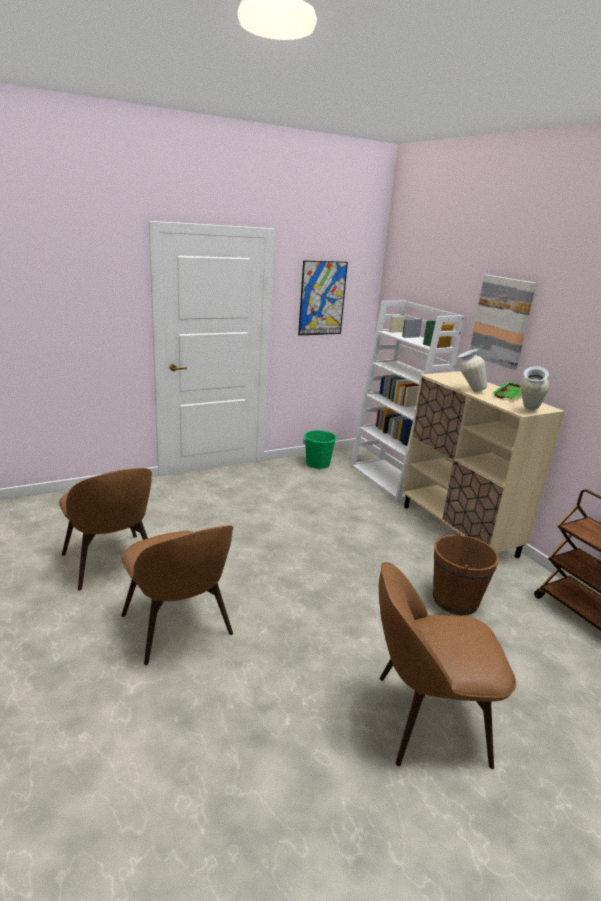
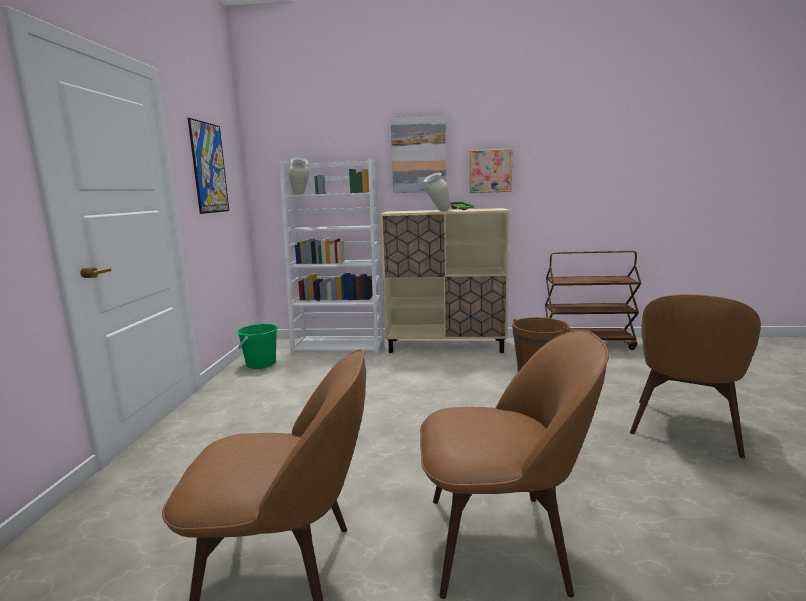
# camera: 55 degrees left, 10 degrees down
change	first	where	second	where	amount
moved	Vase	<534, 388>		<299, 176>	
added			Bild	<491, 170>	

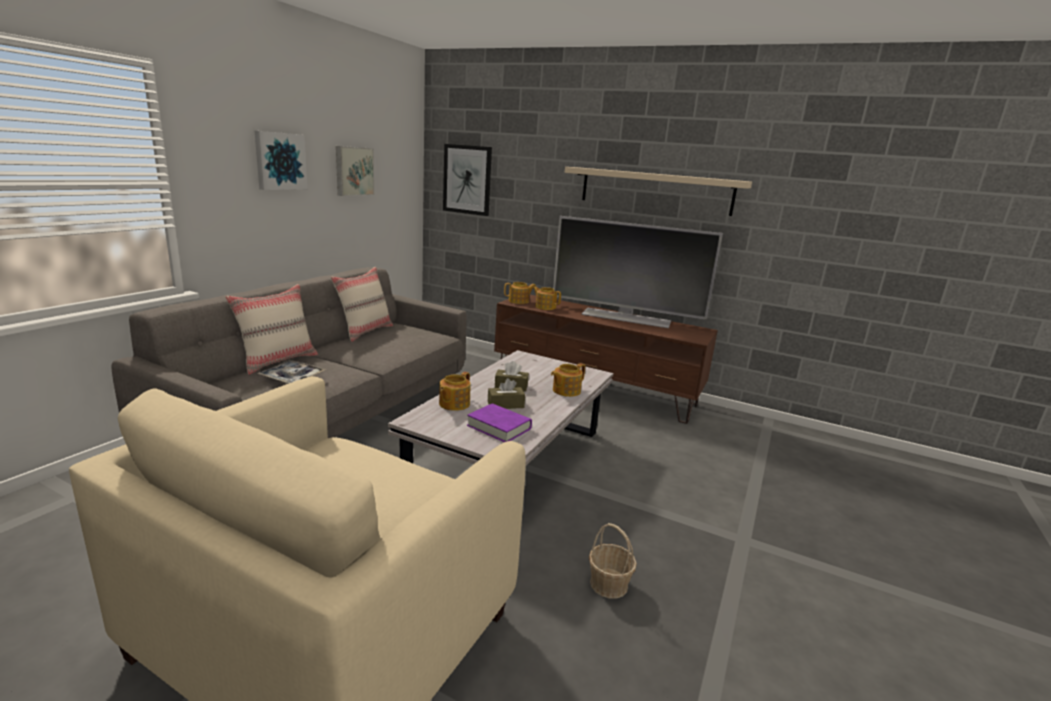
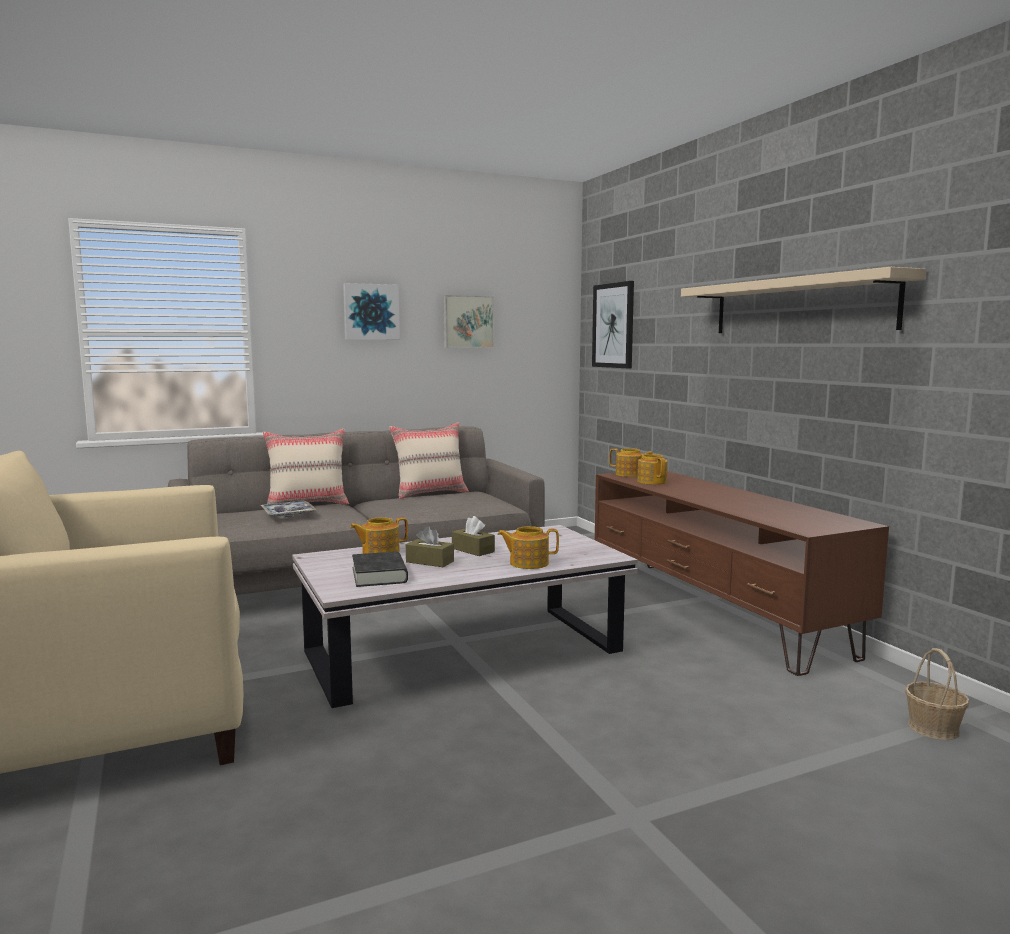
# camera: 40 degrees right, 10 degrees down
change	first	where	second	where	amount
recoloured	Buch [lila]	<499, 422>	Buch [schwarz]	<380, 569>	
removed	Fernseher	<638, 272>			
moved	Korb	<613, 561>		<937, 694>	

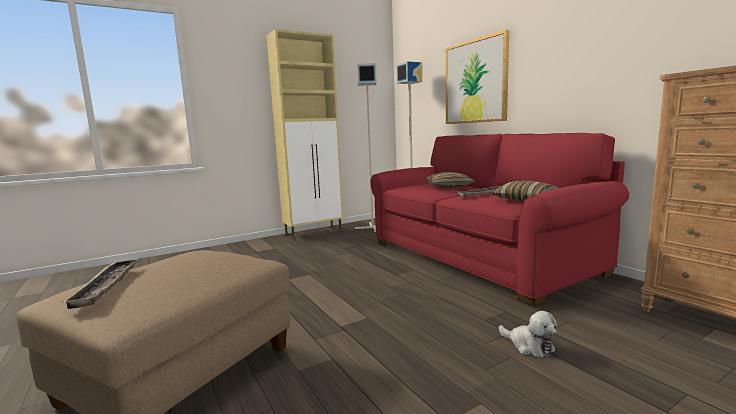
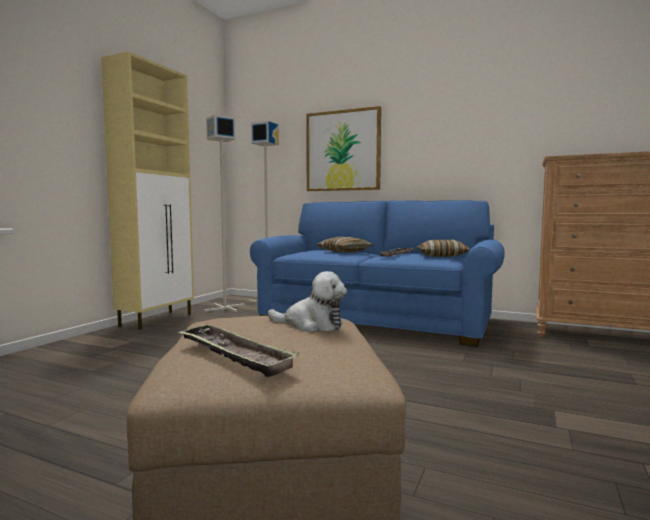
# camera: 35 degrees left, 5 degrees down
change	first	where	second	where	amount
recoloured	Sofa [rot]	<499, 220>	Sofa [blau]	<377, 273>	
moved	Plüschtier	<528, 334>		<307, 301>	

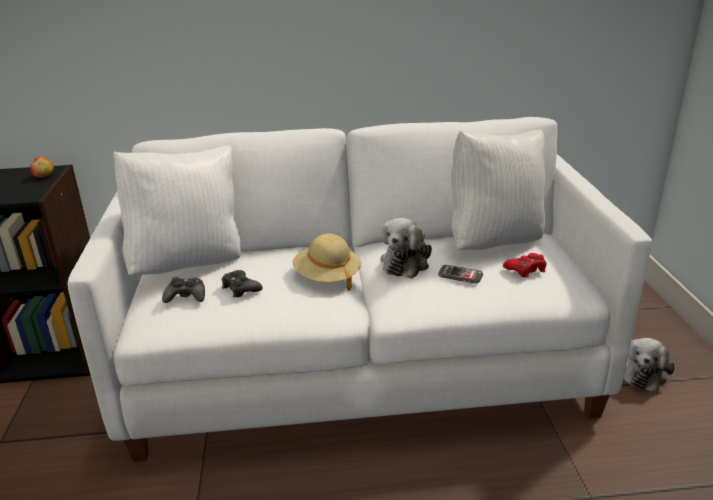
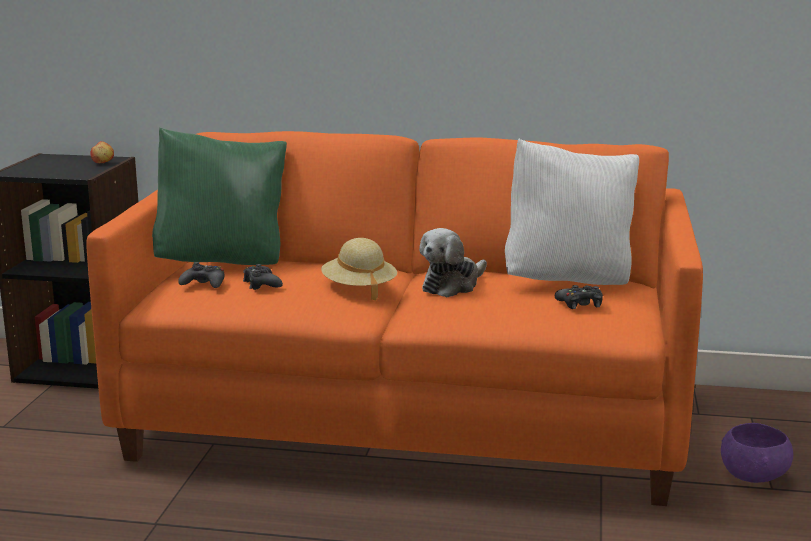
# camera: 15 degrees right, 10 degrees down
change	first	where	second	where	amount
recoloured	Sofa [weiß]	<360, 289>	Sofa [orange]	<395, 318>	
recoloured	Kissen [weiß]	<177, 210>	Kissen [grün]	<219, 196>	
removed	Handy	<460, 274>			
recoloured	Gamepad [rot]	<524, 265>	Gamepad [schwarz]	<579, 297>	
replaced	Plüschtier	<649, 365>	Schüssel [lila]	<757, 453>	

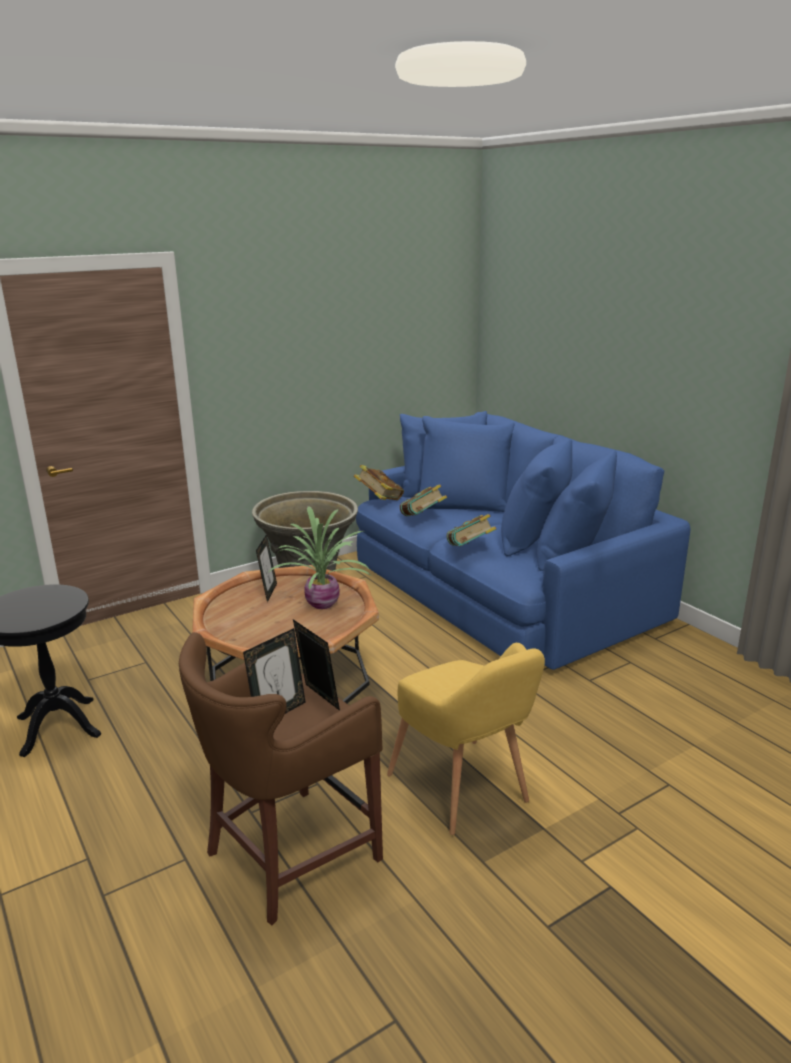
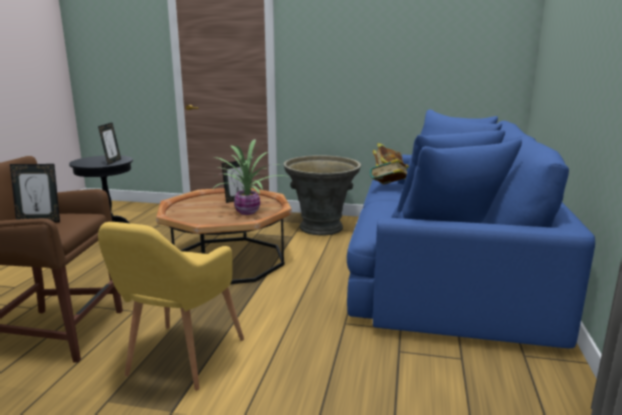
# camera: 45 degrees right, 5 degrees down
change	first	where	second	where	amount
moved	Bilderrahmen	<316, 665>		<109, 144>	
removed	Buch	<471, 530>			

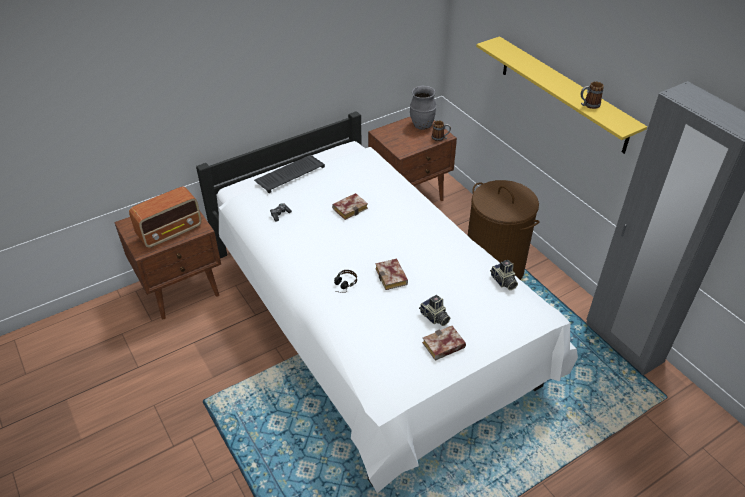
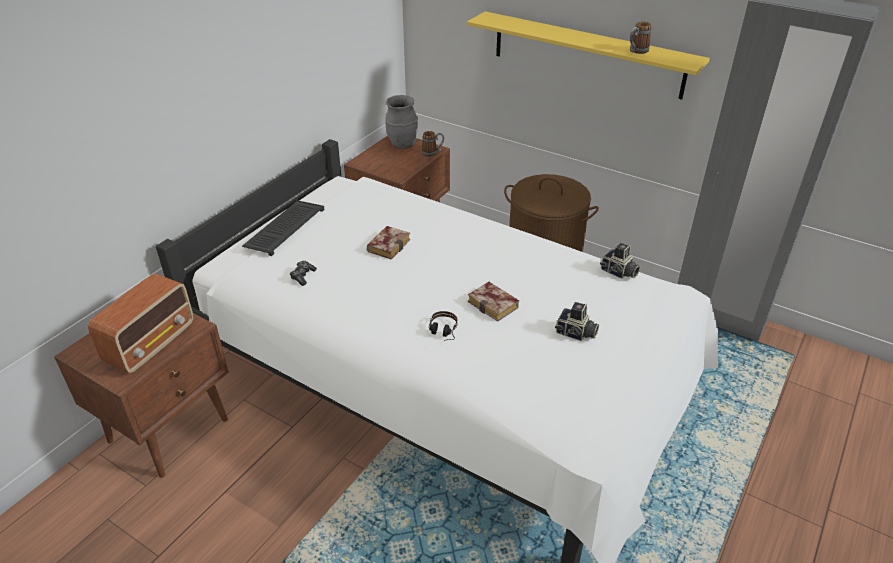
# camera: 25 degrees left, 5 degrees down
change	first	where	second	where	amount
removed	Buch	<444, 343>			

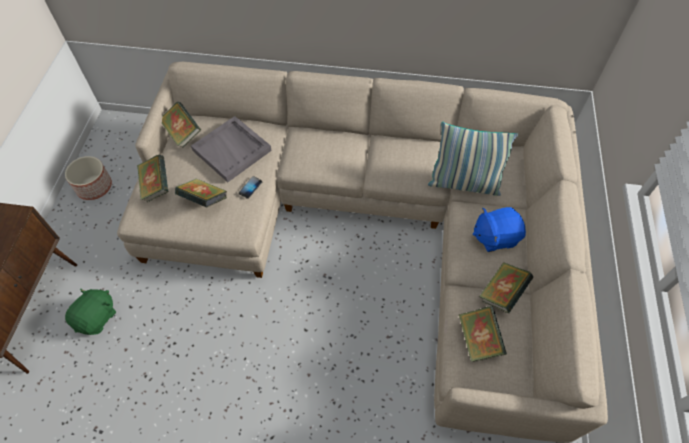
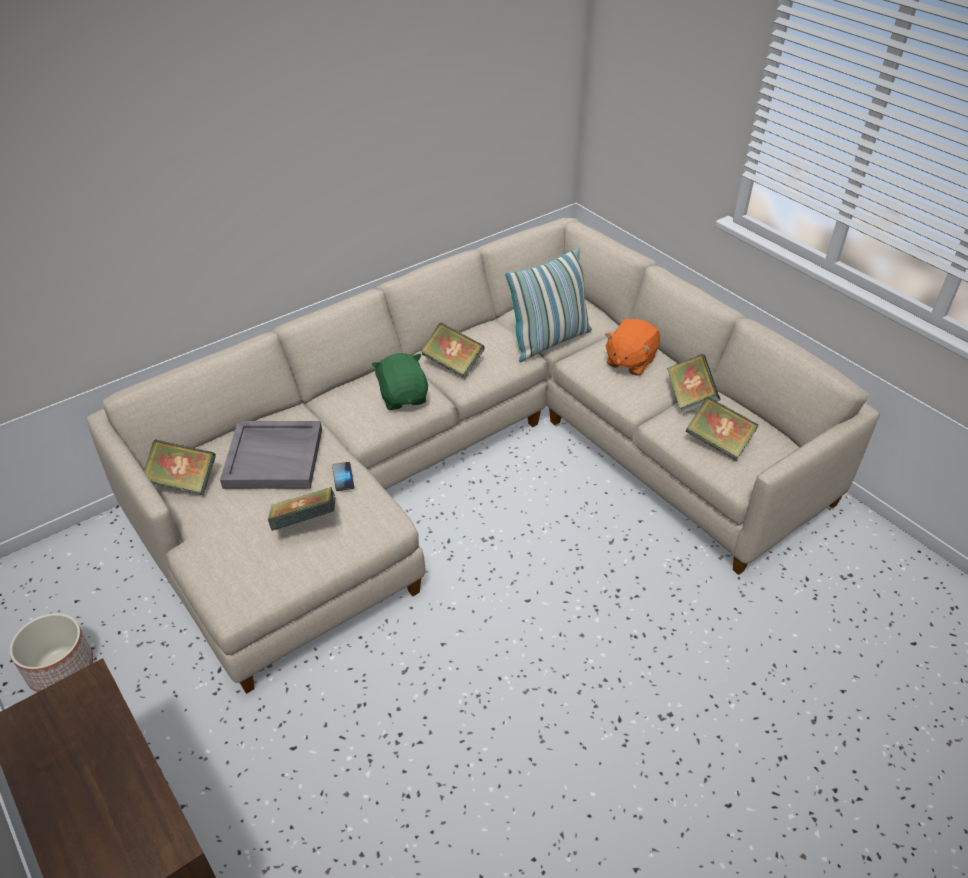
# camera: 45 degrees left, 15 degrees down
change	first	where	second	where	amount
moved	Plüschtier [grün]	<90, 311>		<400, 381>	
moved	Buch	<153, 179>		<453, 351>	
recoloured	Plüschtier [blau]	<499, 229>	Plüschtier [orange]	<632, 347>	

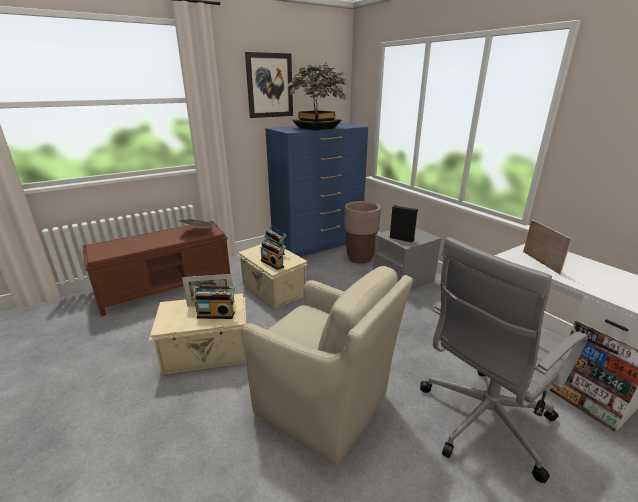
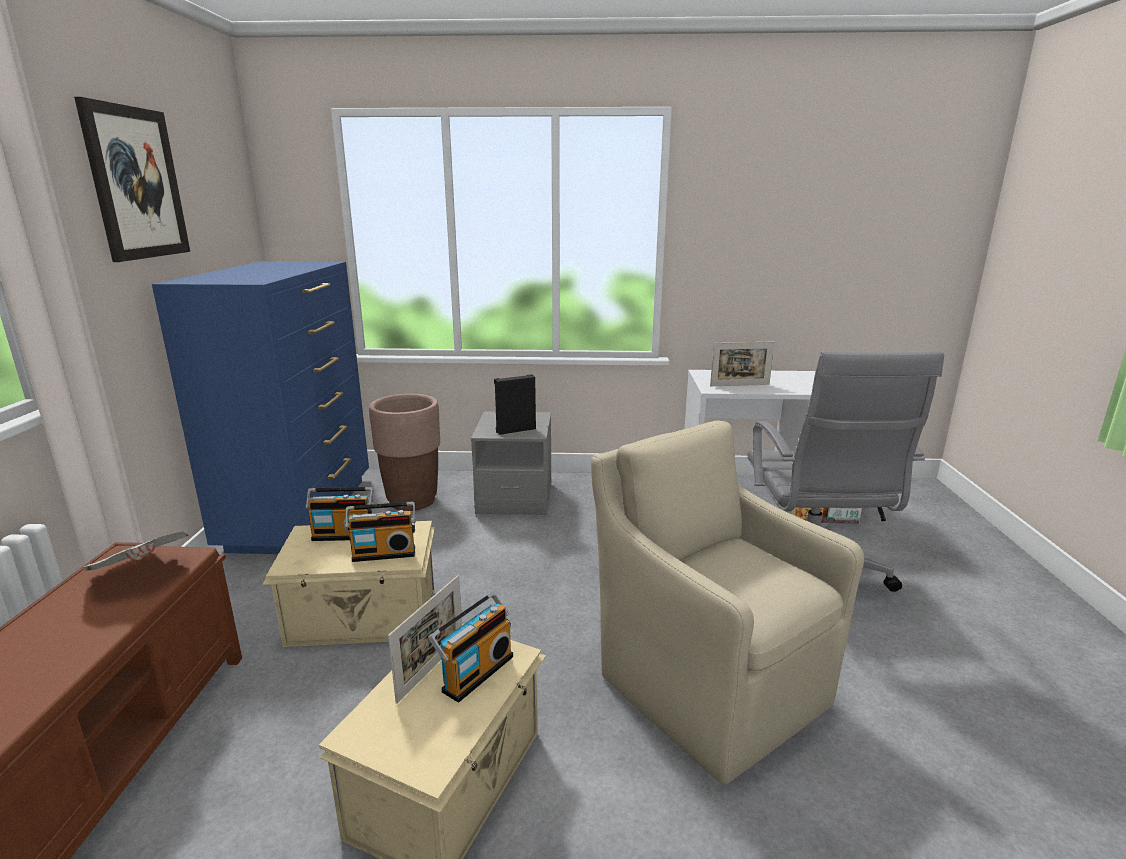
# camera: 55 degrees left, 5 degrees down
change	first	where	second	where	amount
turned	Sessel [beige]	<327, 365>		<727, 602>	105 degrees counterclockwise
removed	Topfpflanze	<317, 97>			
turned	Bilderrahmen	<547, 247>		<742, 364>	150 degrees clockwise

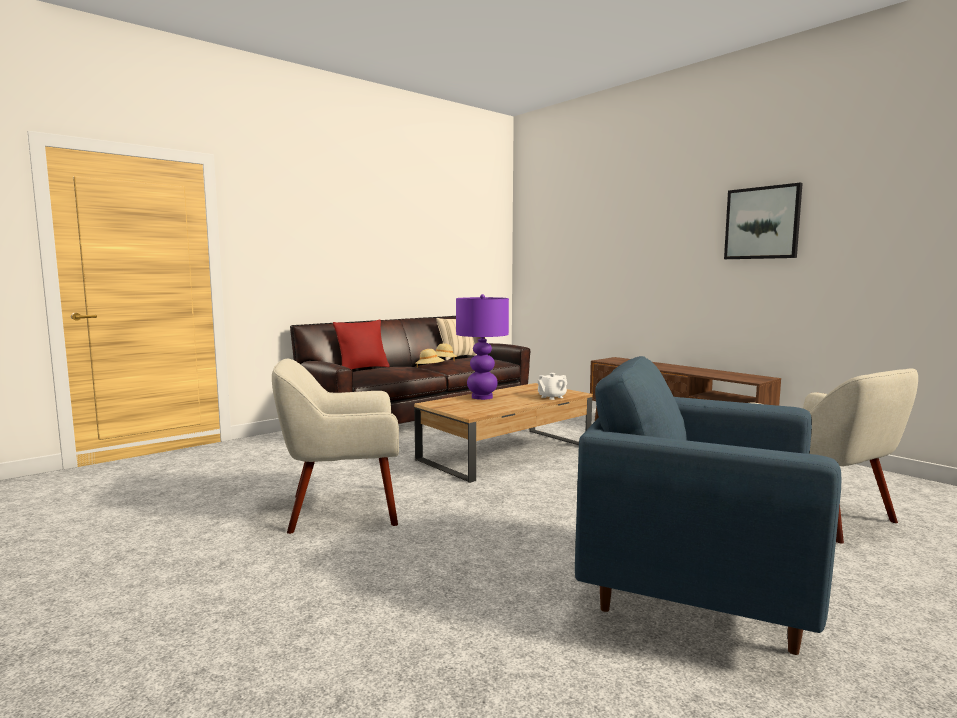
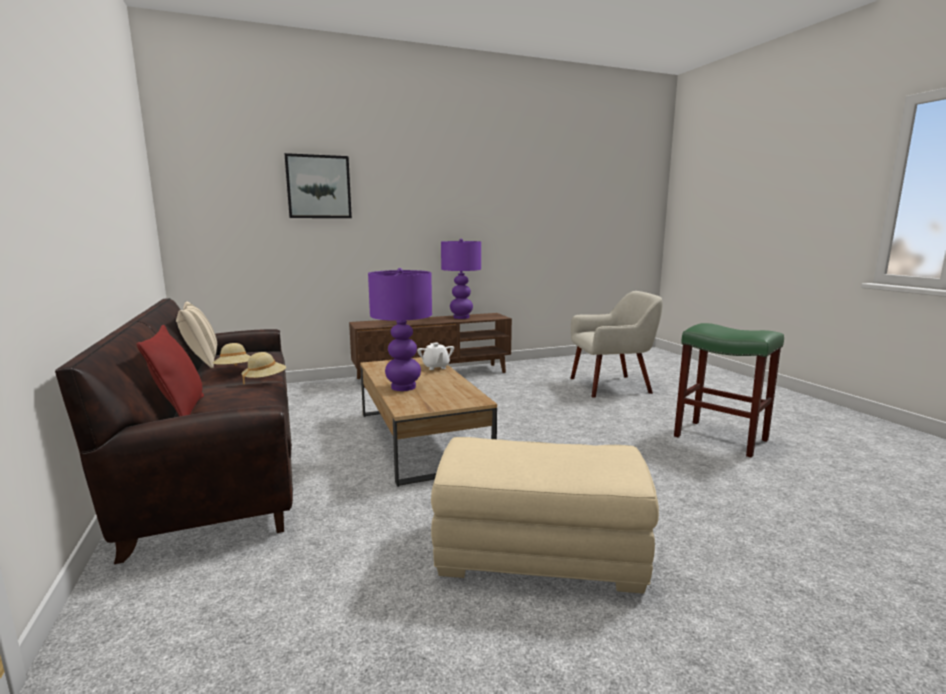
# camera: 70 degrees left, 5 degrees up
change	first	where	second	where	amount
replaced	Sessel [beige]	<335, 446>	Polsterhocker [beige]	<545, 515>	
replaced	Sessel [blau]	<708, 505>	Hocker [grün]	<729, 390>	
moved	Bild	<763, 221>		<318, 185>	
added			Tischlampe [lila]	<461, 278>	

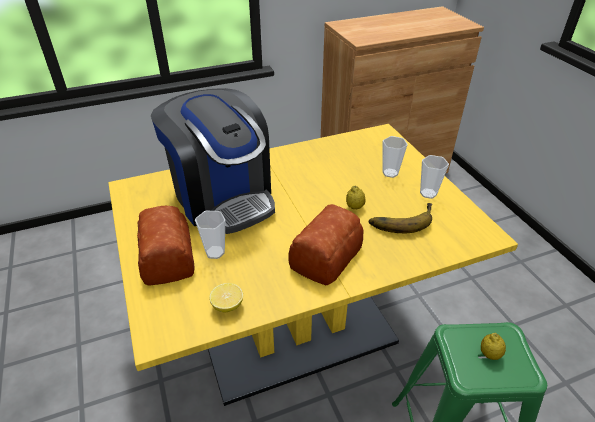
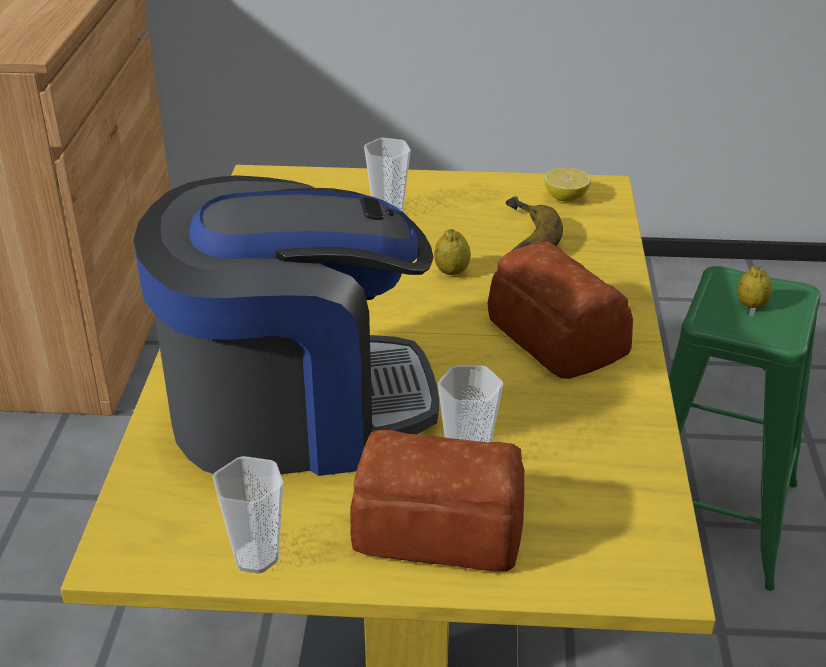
# camera: 65 degrees left, 5 degrees down
change	first	where	second	where	amount
moved	Zitrone	<226, 298>		<567, 185>	
moved	Tasse	<434, 177>		<248, 515>	

